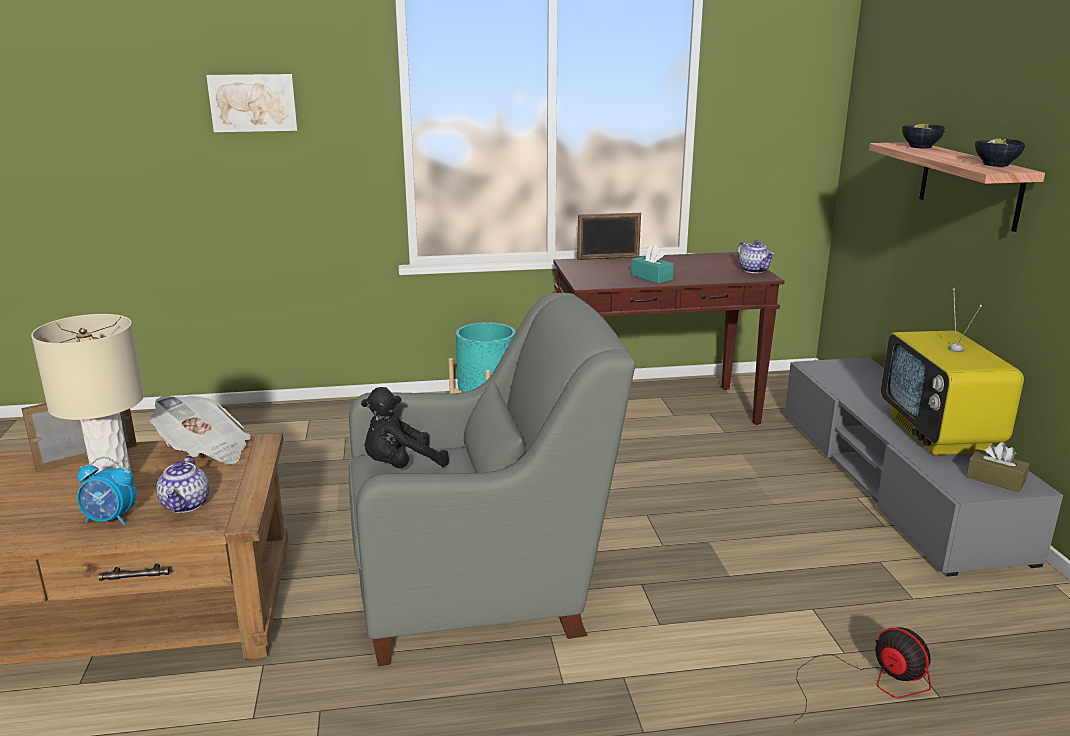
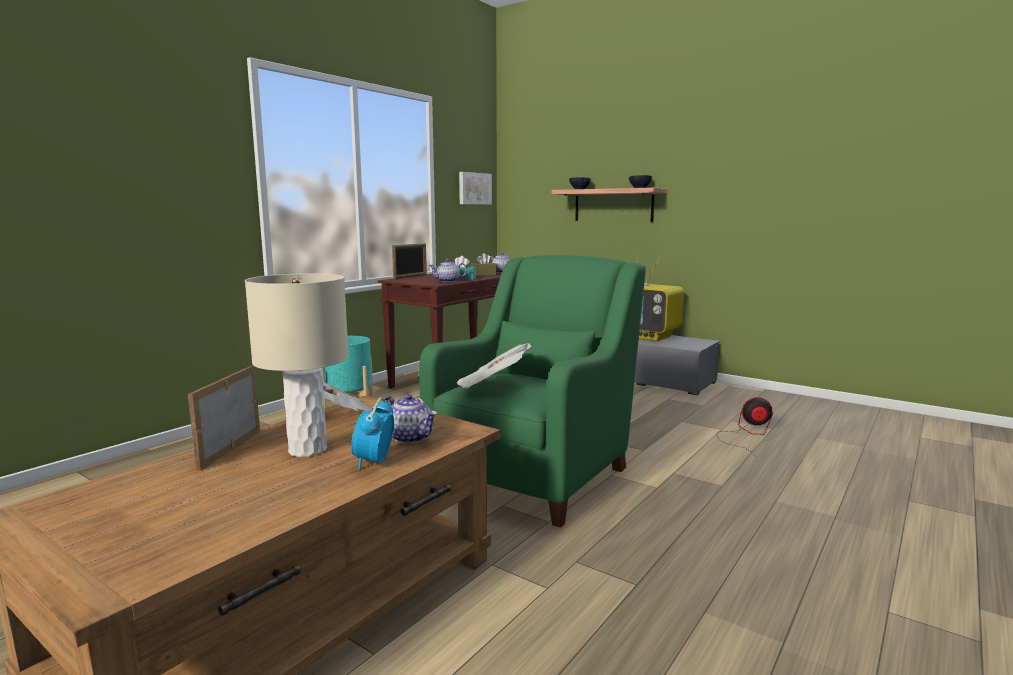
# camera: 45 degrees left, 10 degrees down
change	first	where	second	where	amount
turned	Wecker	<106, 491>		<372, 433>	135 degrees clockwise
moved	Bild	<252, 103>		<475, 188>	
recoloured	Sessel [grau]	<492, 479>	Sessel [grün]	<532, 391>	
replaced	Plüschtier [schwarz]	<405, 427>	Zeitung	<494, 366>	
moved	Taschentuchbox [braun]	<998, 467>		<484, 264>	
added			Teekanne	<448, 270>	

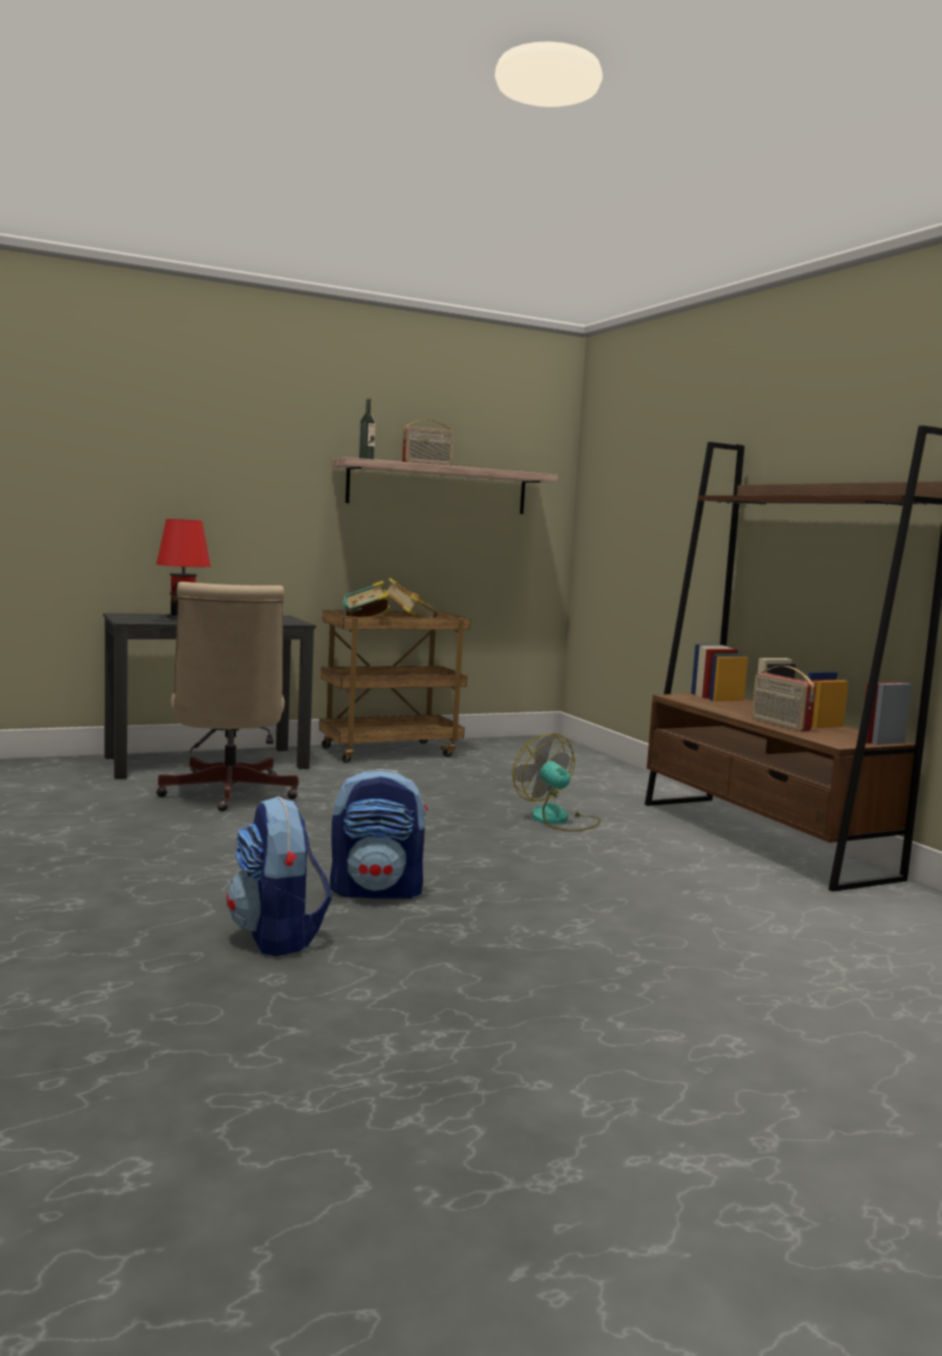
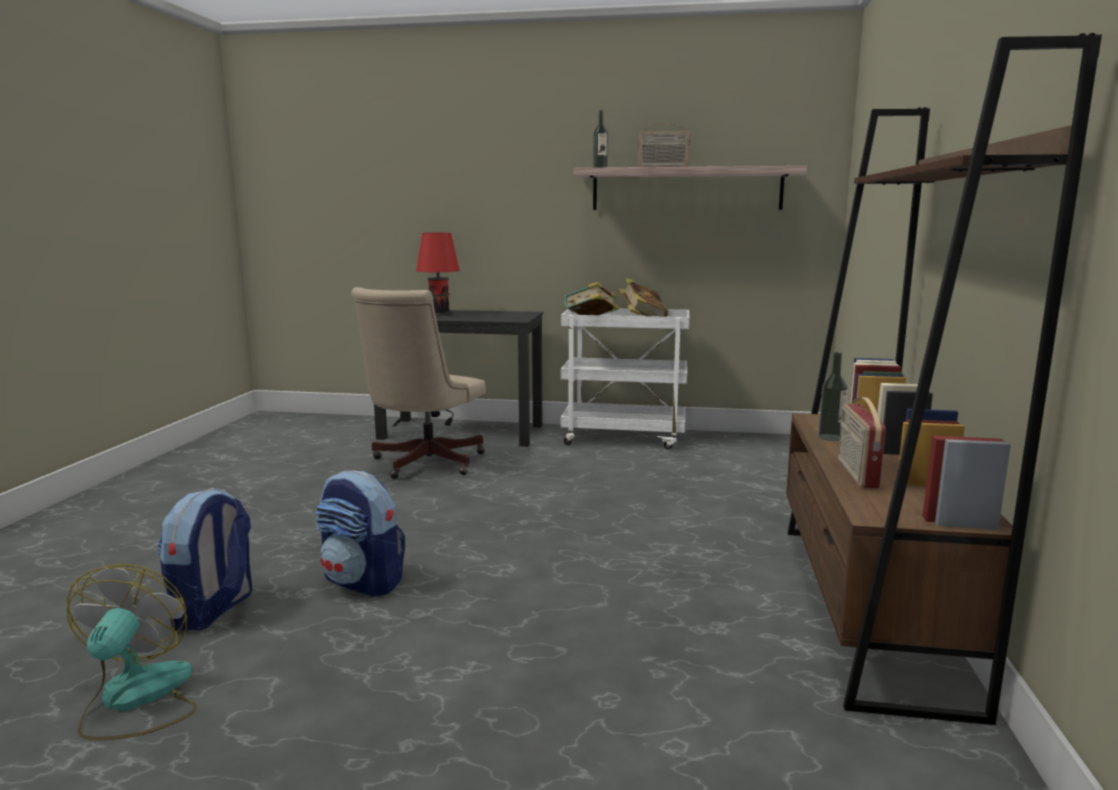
# camera: 35 degrees right, 5 degrees up
change	first	where	second	where	amount
recoloured	Rollwagen [braun]	<395, 686>	Rollwagen [weiß]	<625, 378>	
moved	Ventilator	<556, 782>		<132, 652>	
added			Flasche	<833, 396>	

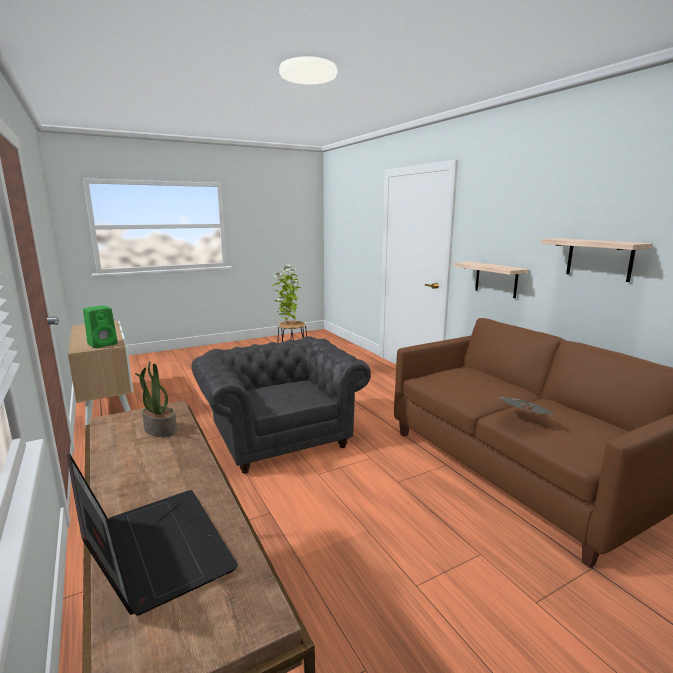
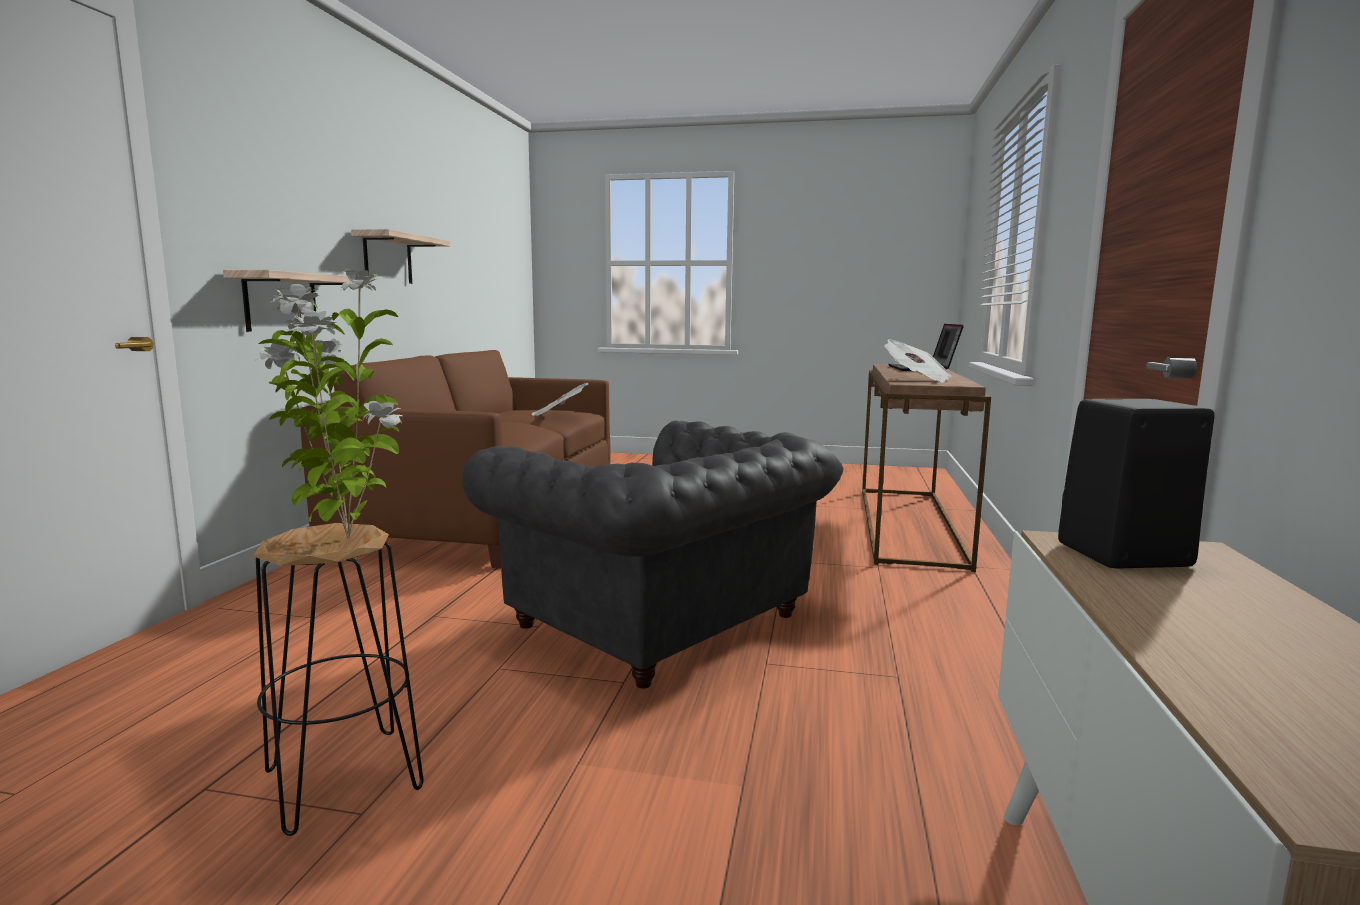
# camera: 140 degrees left, 5 degrees down
change	first	where	second	where	amount
recoloured	Lautsprecher [grün]	<100, 326>	Lautsprecher [schwarz]	<1136, 483>	
replaced	Topfpflanze	<156, 399>	Zeitung	<918, 361>	
turned	Sessel [grau]	<281, 405>		<652, 554>	60 degrees counterclockwise

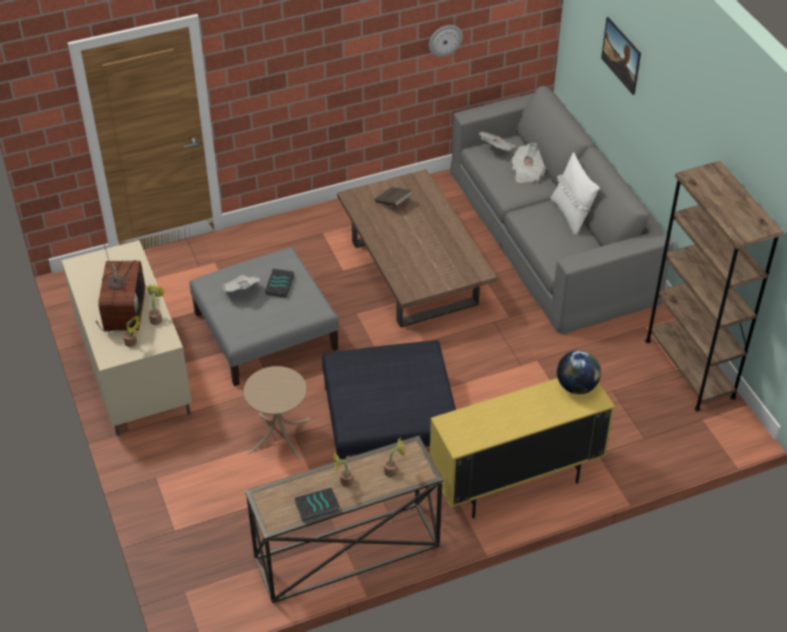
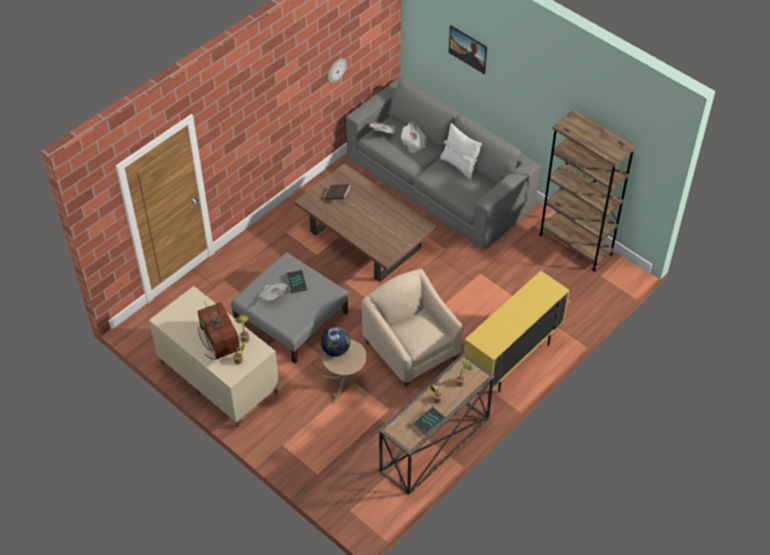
# camera: 25 degrees left, 5 degrees up
change	first	where	second	where	amount
replaced	Polsterhocker [blau]	<389, 400>	Sessel [beige]	<413, 327>	
moved	Globus	<579, 372>		<335, 342>	

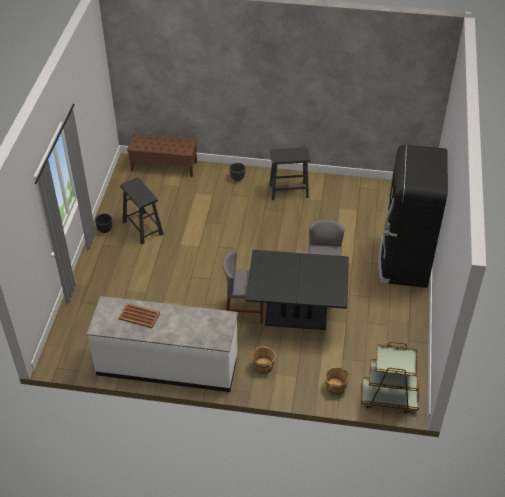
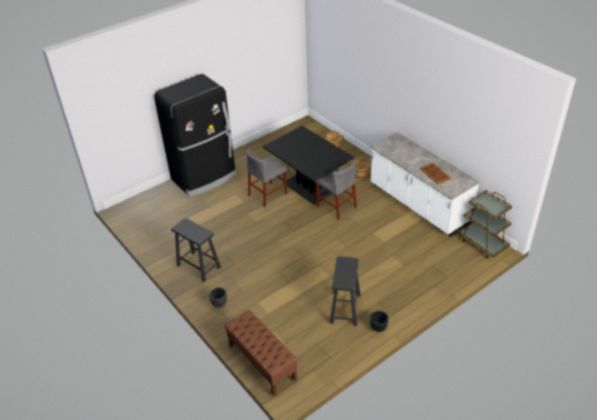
# camera: 135 degrees left, 5 degrees down
change	first	where	second	where	amount
moved	Rollwagen [braun]	<390, 377>		<484, 224>	

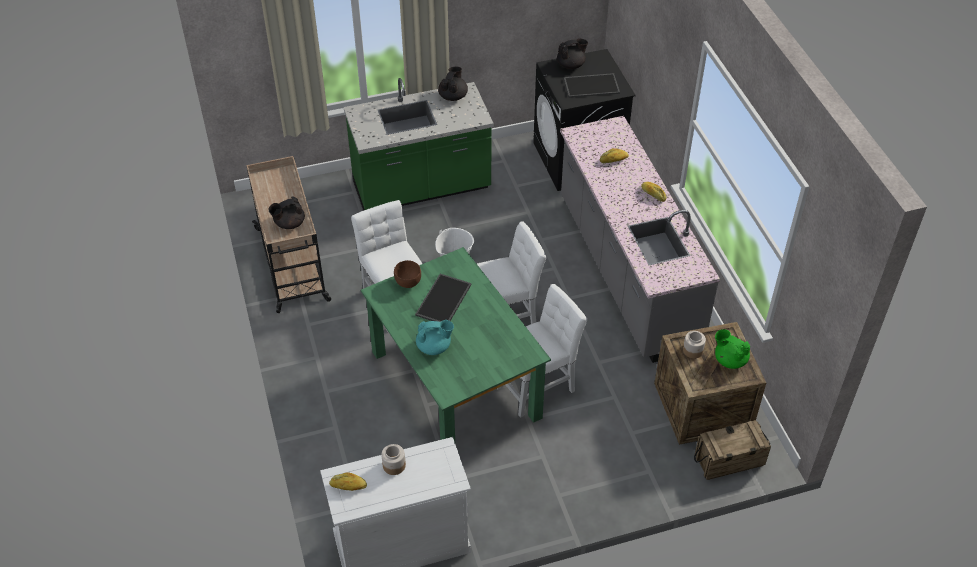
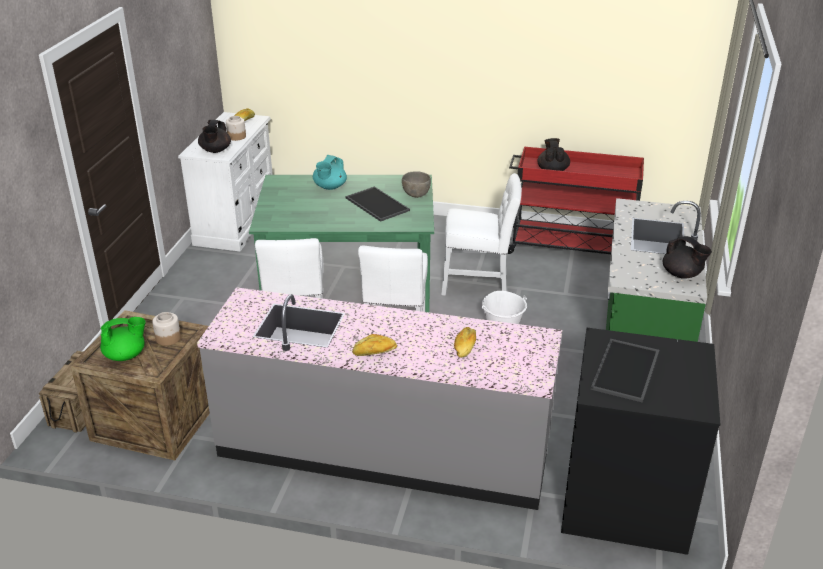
# camera: 120 degrees right, 15 degrees down
change	first	where	second	where	amount
recoloured	Rollwagen [beige]	<288, 234>	Rollwagen [rot]	<576, 200>	
recoloured	Schüssel [braun]	<407, 274>	Schüssel [grau]	<416, 184>	
moved	Teekanne [schwarz]	<572, 53>		<214, 136>	

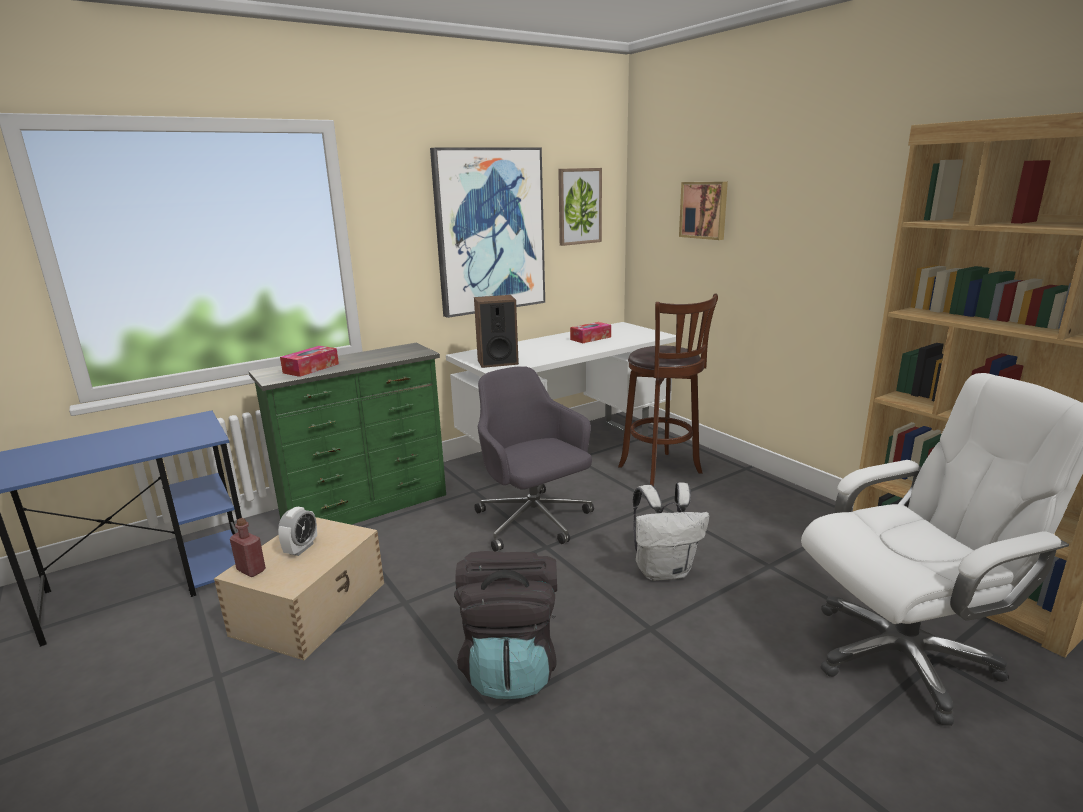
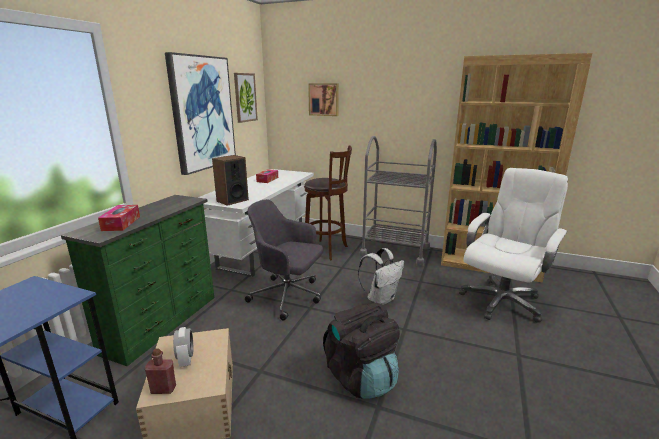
# camera: 35 degrees left, 0 degrees up
change	first	where	second	where	amount
added			Rollwagen [grau]	<398, 201>	

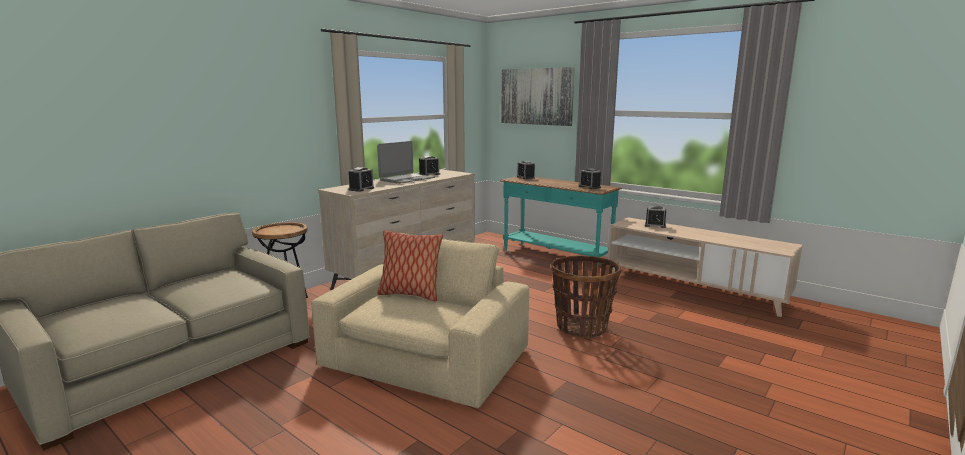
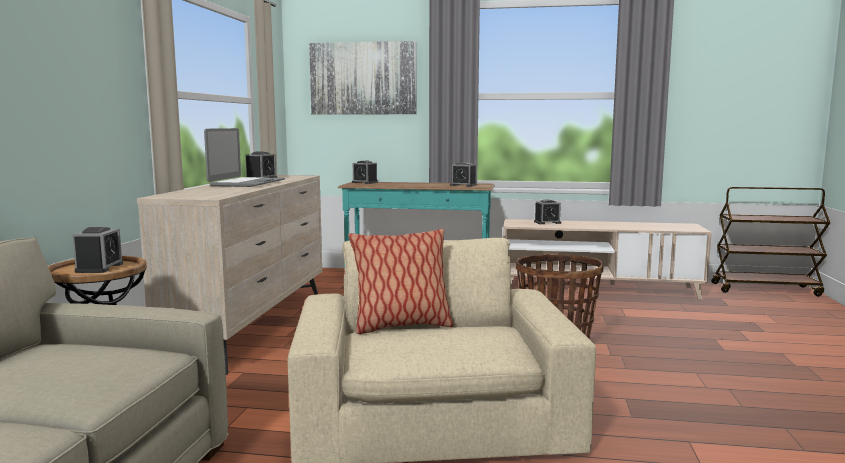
# camera: 30 degrees left, 5 degrees down
change	first	where	second	where	amount
moved	Wecker	<361, 179>		<97, 250>	
added			Rollwagen [braun]	<770, 242>	

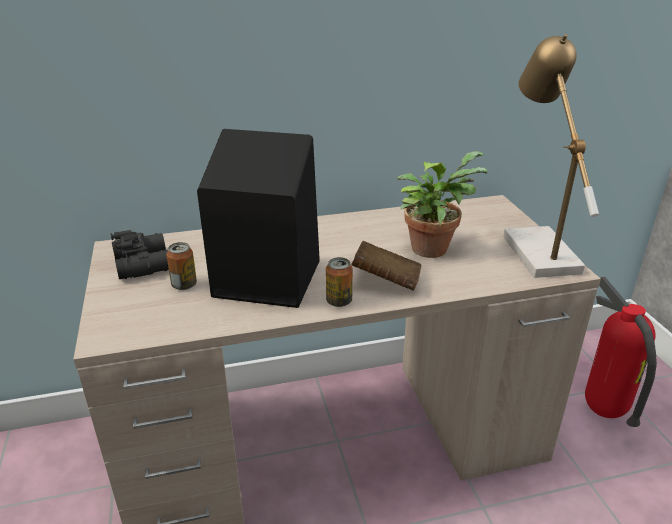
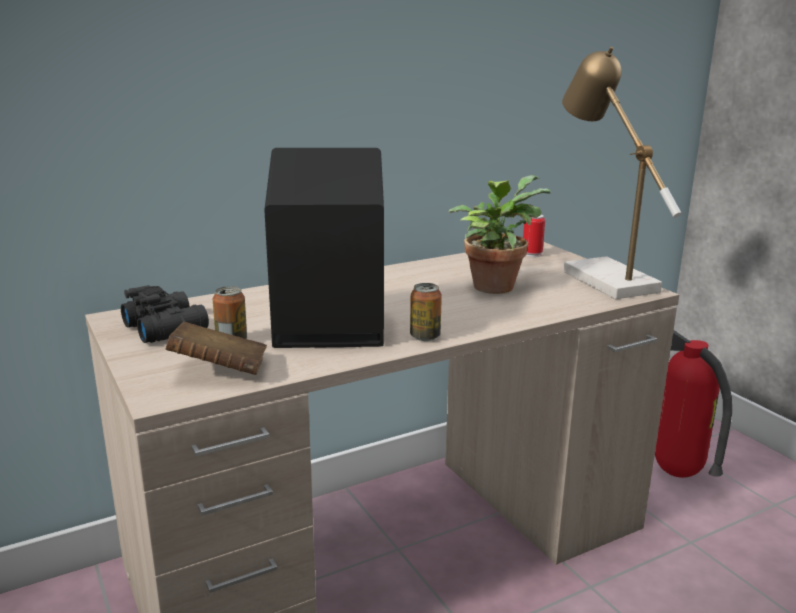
# camera: 15 degrees left, 10 degrees down
change	first	where	second	where	amount
moved	Buch [braun]	<386, 266>		<216, 348>	
added			Dose	<534, 236>	

